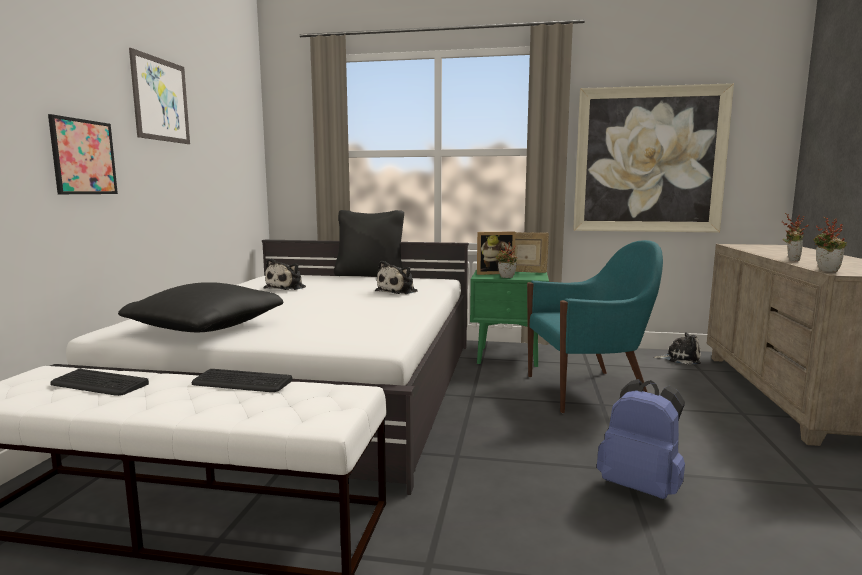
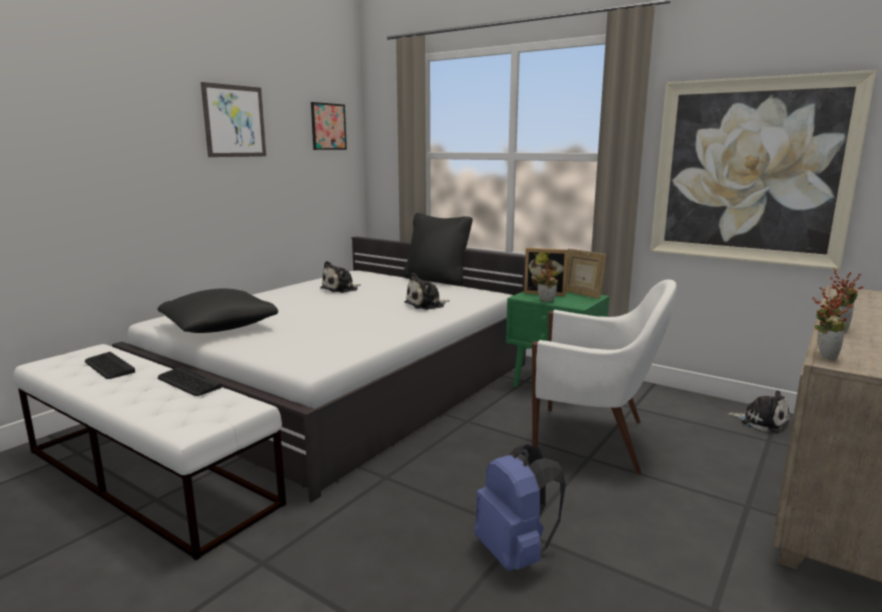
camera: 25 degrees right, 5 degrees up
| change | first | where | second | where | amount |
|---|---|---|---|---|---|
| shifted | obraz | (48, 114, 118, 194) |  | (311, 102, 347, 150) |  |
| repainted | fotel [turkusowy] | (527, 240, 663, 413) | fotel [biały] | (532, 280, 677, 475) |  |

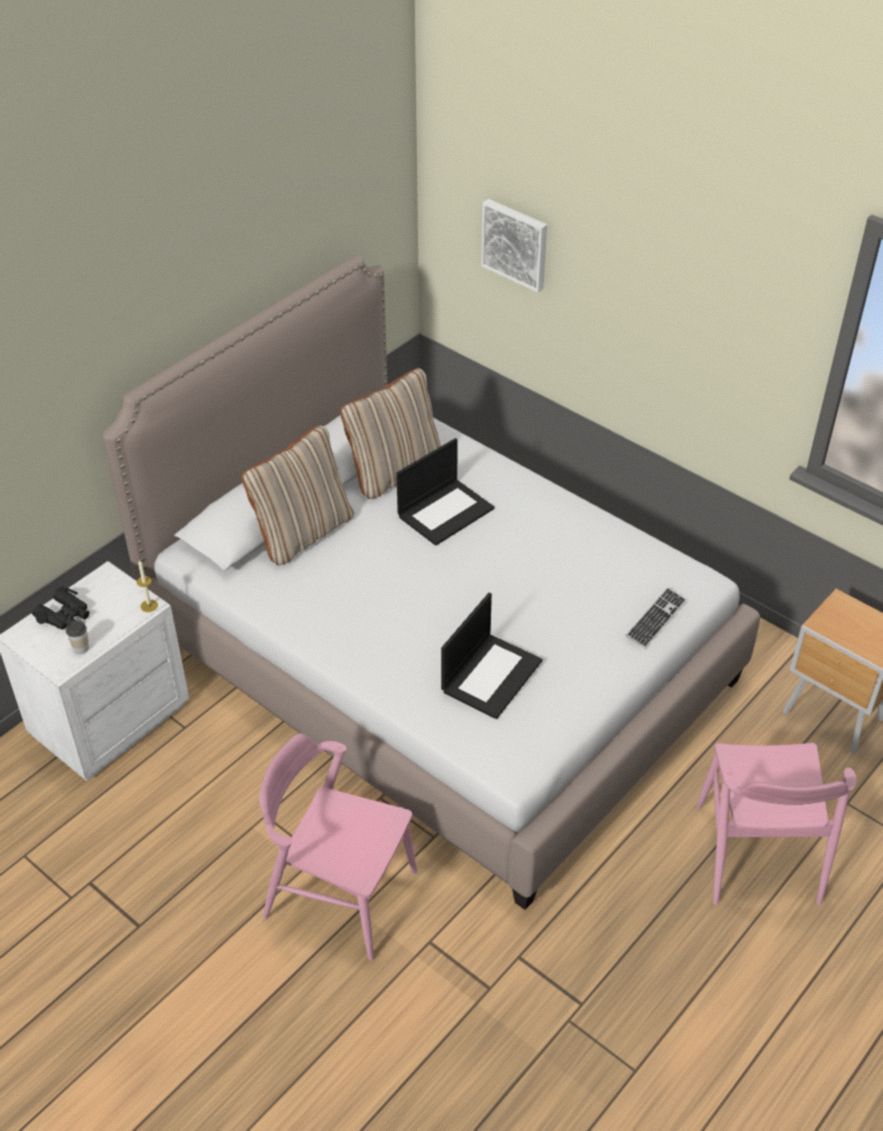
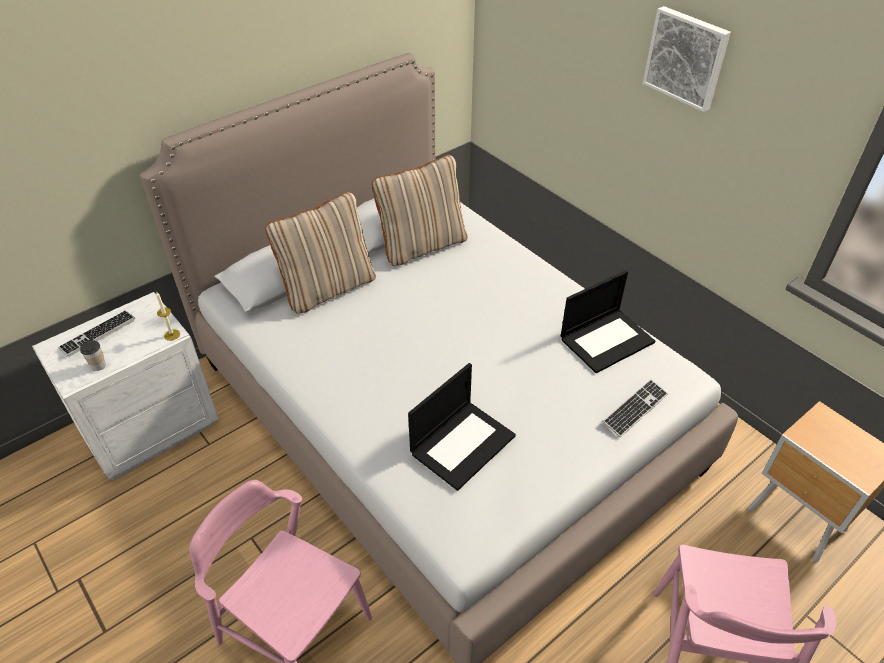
camera: 10 degrees right, 0 degrees up
| change | first | where | second | where | amount |
|---|---|---|---|---|---|
| swapped | lornetka [czarny] | (31, 586, 90, 629) | klawiatura | (58, 310, 135, 357) |  |
| shifted | laptop | (396, 438, 494, 546) |  | (561, 270, 655, 373) |  |
| shifted | obraz | (481, 199, 547, 293) |  | (643, 6, 731, 112) |  |

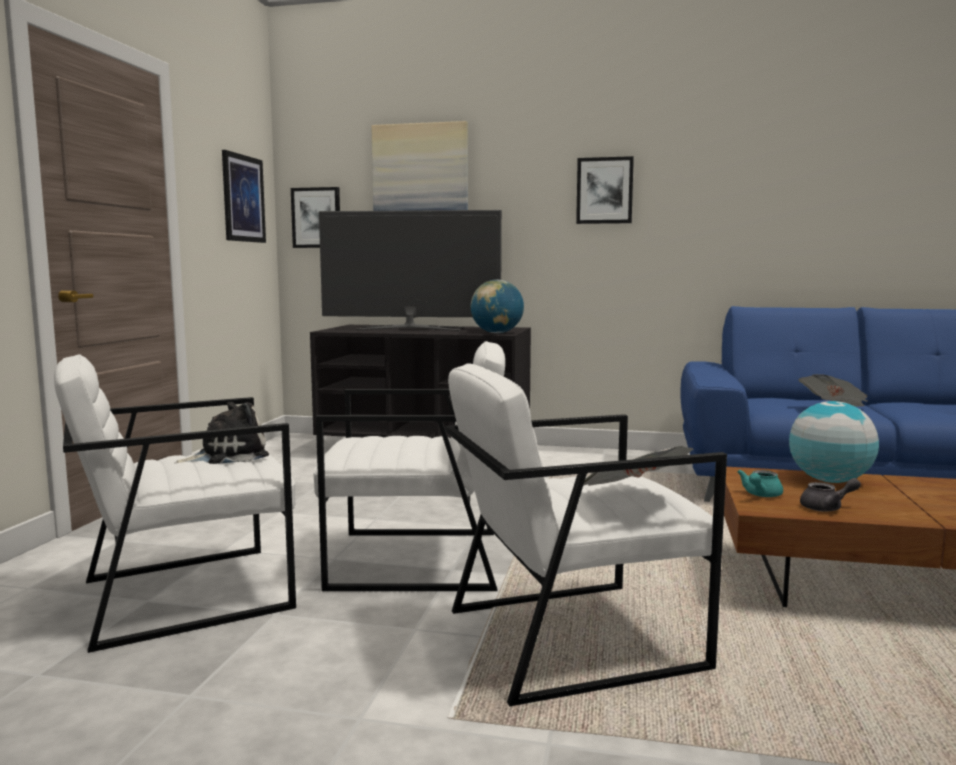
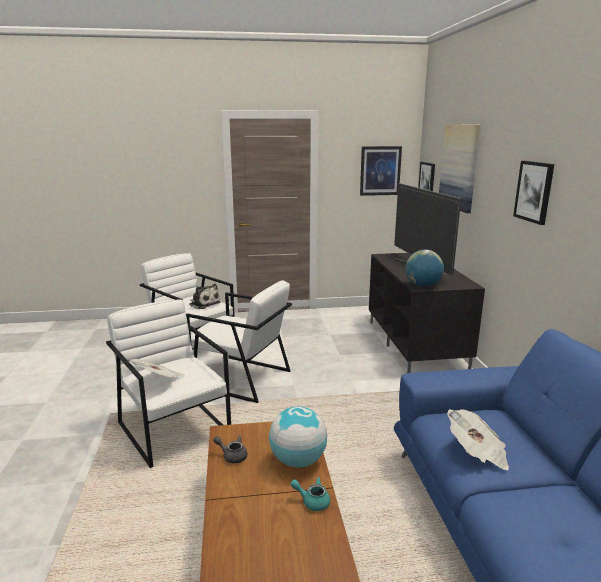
camera: 70 degrees right, 10 degrees up
| change | first | where | second | where | amount |
|---|---|---|---|---|---|
| rotated | fotel [biały] | (313, 341, 505, 591) |  | (186, 280, 292, 403) | 45 degrees counterclockwise |
| shifted | imbryk [turkusowy] | (737, 470, 783, 497) |  | (290, 477, 330, 511) |  |
| rotated | imbryk [szary] | (800, 478, 861, 512) |  | (213, 436, 247, 463) | 135 degrees clockwise |

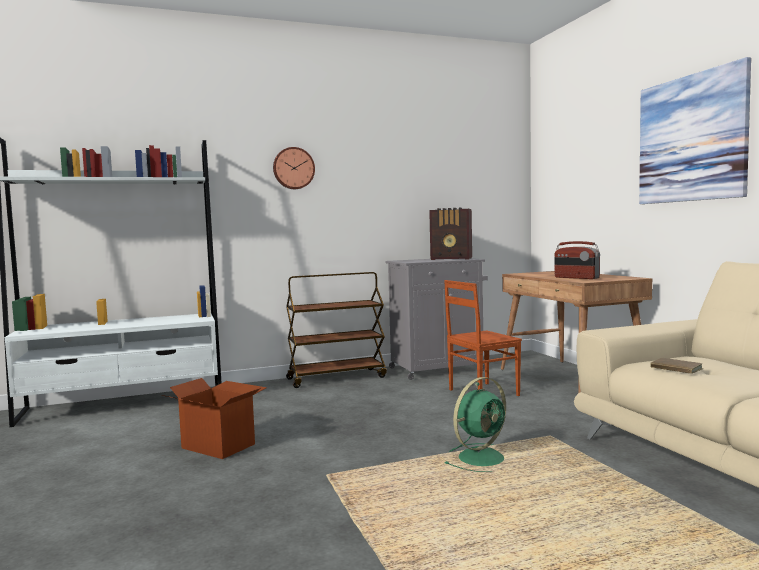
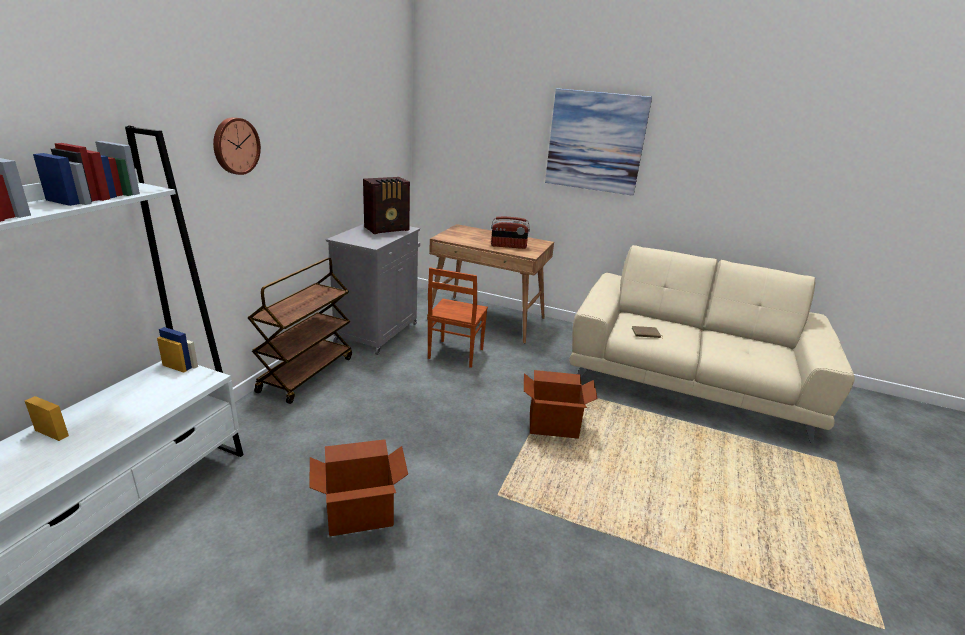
camera: 50 degrees left, 20 degrees up
| change | first | where | second | where | amount |
|---|---|---|---|---|---|
| swapped | wentylator [zielony] | (444, 377, 506, 472) | karton | (524, 370, 598, 439) |  |

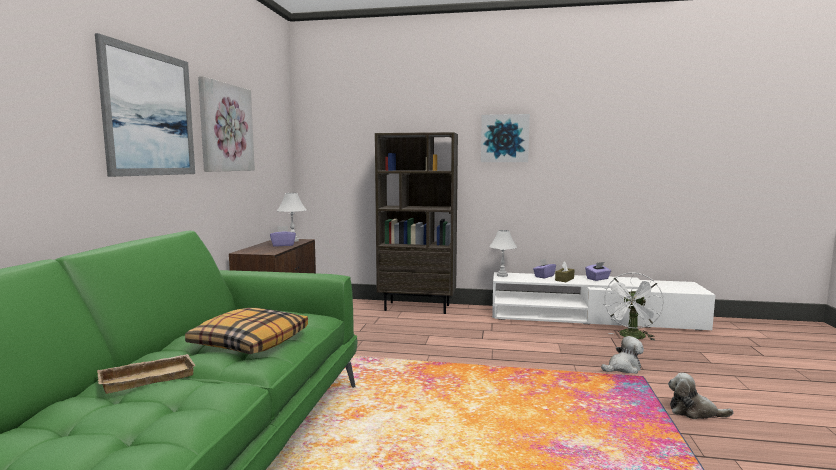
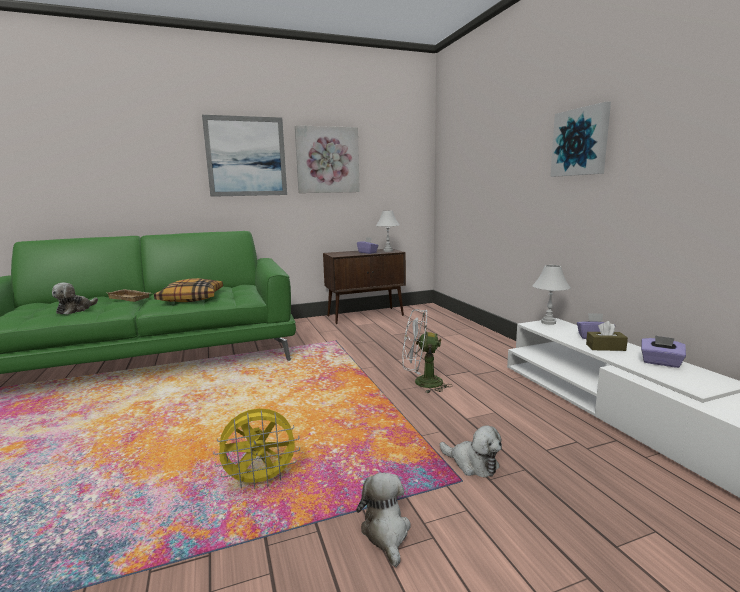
camera: 60 degrees right, 5 degrees up
| change | first | where | second | where | amount |
|---|---|---|---|---|---|
| gone | regał [brązowy] | (375, 132, 458, 314) |  |  |  |
| shifted | wentylator [biały] | (603, 273, 664, 341) |  | (402, 309, 452, 393) |  |
| new |  |  | pluszak | (52, 282, 98, 314) |  |
| new |  |  | wentylator [żółty] | (213, 408, 300, 489) |  |

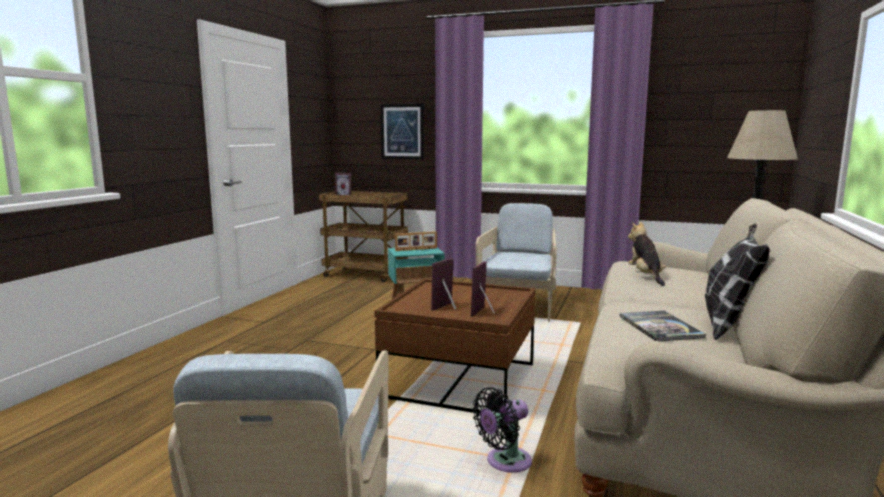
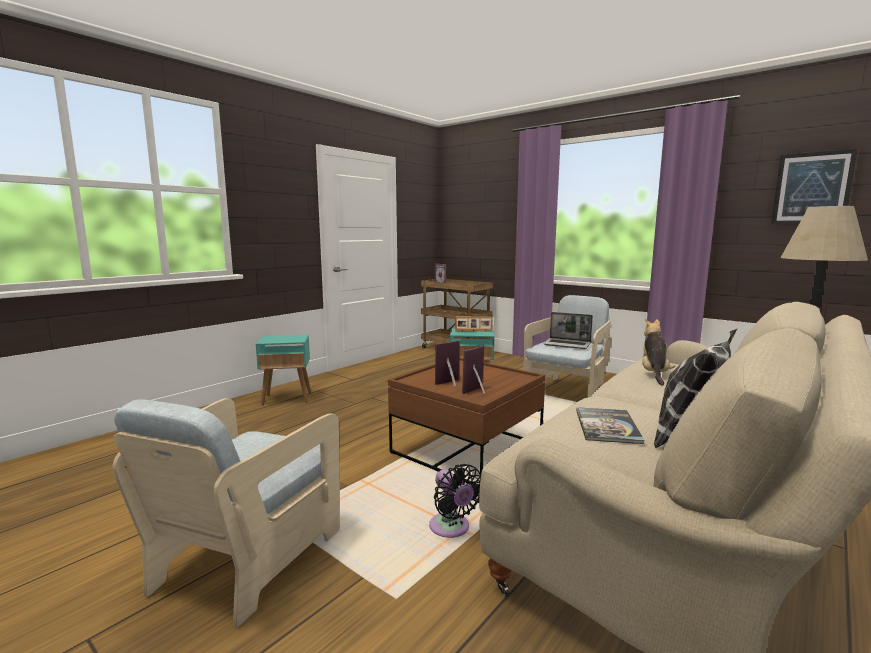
camera: 20 degrees right, 0 degrees up
| change | first | where | second | where | amount |
|---|---|---|---|---|---|
| shifted | obraz | (381, 104, 424, 159) |  | (772, 148, 858, 224) |  |
| rotated | wentylator [czarny] | (472, 387, 532, 473) |  | (429, 464, 481, 538) | 105 degrees counterclockwise |
| new |  |  | stolik [turkusowy] | (256, 335, 311, 405) |  |
| new |  |  | laptop | (543, 312, 593, 349) |  |

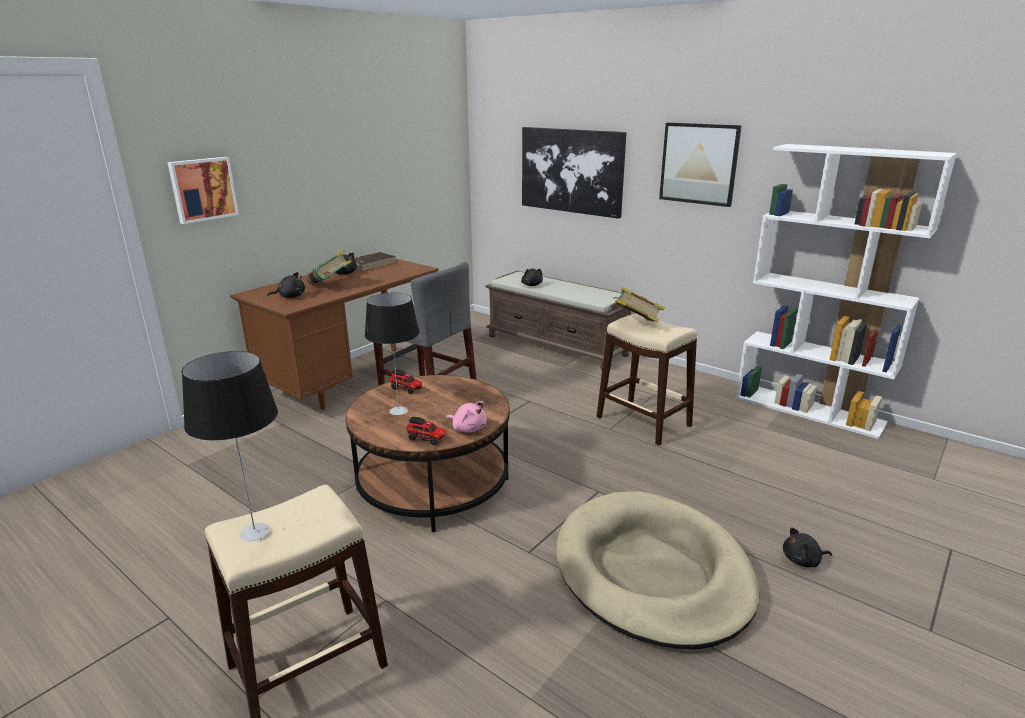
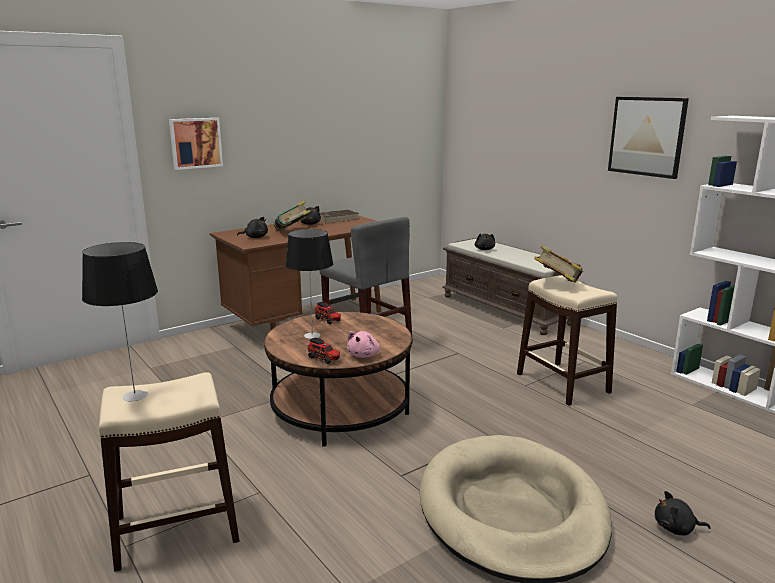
camera: 15 degrees right, 5 degrees down
| change | first | where | second | where | amount |
|---|---|---|---|---|---|
| rotated | pluszak [różowy] | (446, 401, 487, 433) |  | (347, 331, 380, 358) | 60 degrees clockwise |
| gone | obraz | (522, 127, 626, 219) |  |  |  |

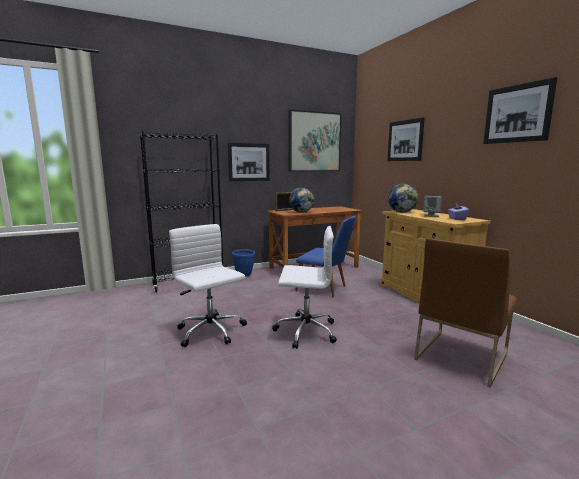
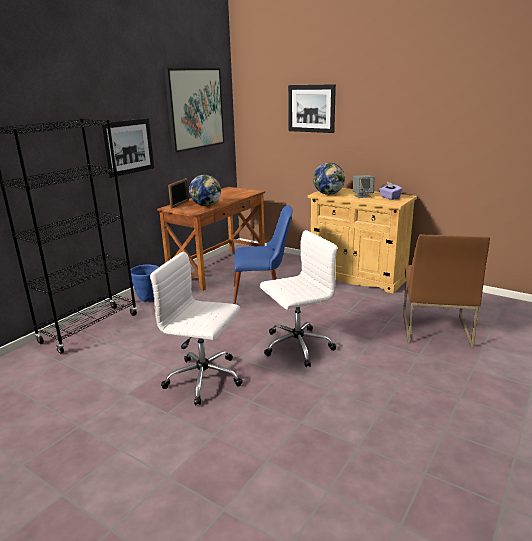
camera: 30 degrees left, 10 degrees up
| change | first | where | second | where | amount |
|---|---|---|---|---|---|
| gone | obraz | (483, 77, 557, 144) |  |  |  |

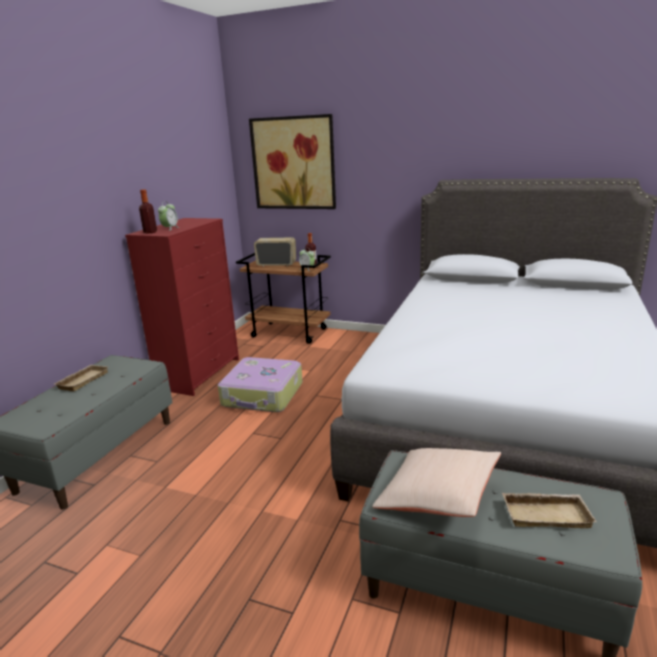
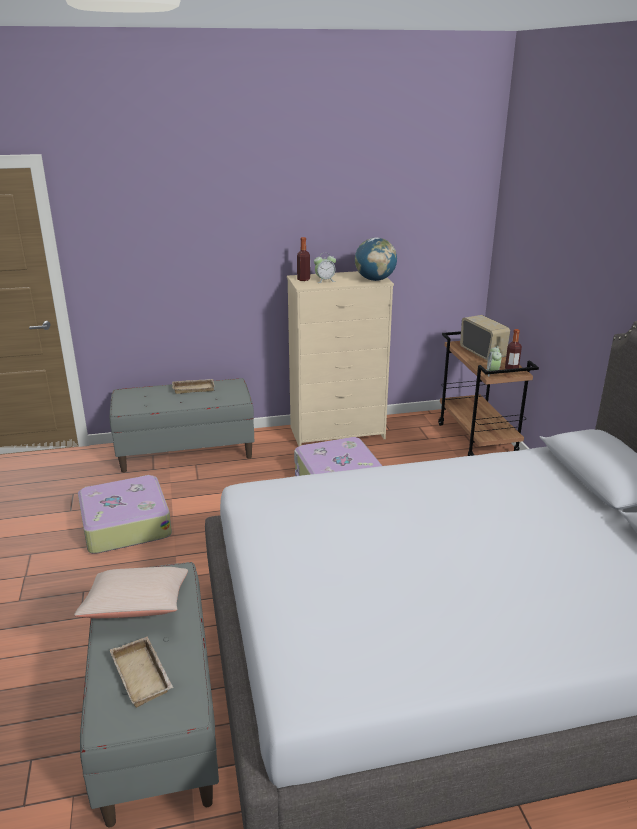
camera: 55 degrees right, 5 degrees up
| change | first | where | second | where | amount |
|---|---|---|---|---|---|
| repainted | komoda [czerwony] | (125, 218, 239, 396) | komoda [beżowy] | (287, 271, 394, 446) |  |
| gone | obraz | (249, 114, 336, 209) |  |  |  |
| new |  |  | walizka | (78, 475, 172, 553) |  |
| new |  |  | globus | (355, 238, 397, 281) |  |

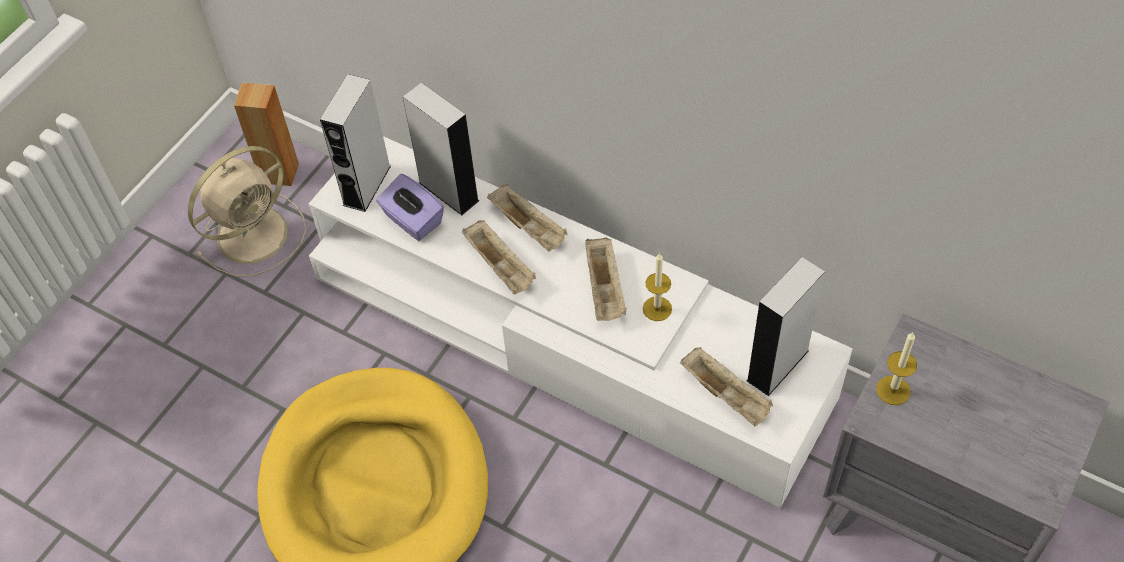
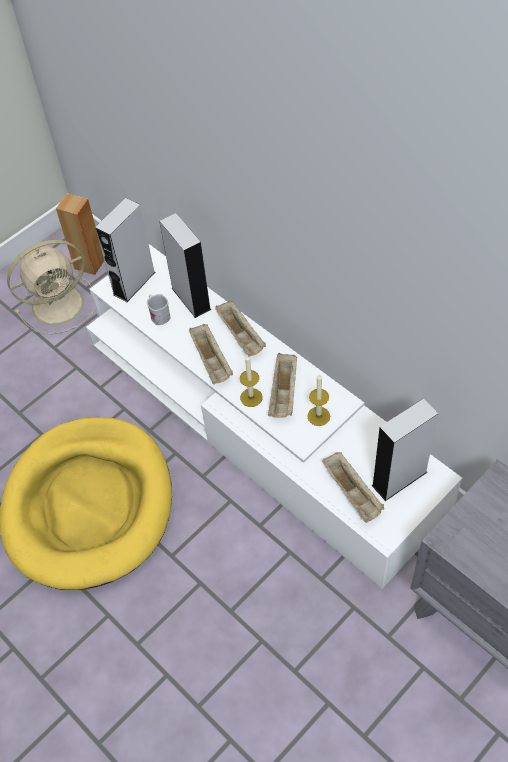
camera: 15 degrees right, 0 degrees up
| change | first | where | second | where | amount |
|---|---|---|---|---|---|
| swapped | pudełko chusteczek [fioletowy] | (376, 174, 444, 241) | kubek [biały] | (147, 294, 171, 325) |  |
| shifted | świeca | (876, 332, 917, 405) |  | (240, 355, 262, 407) |  |

